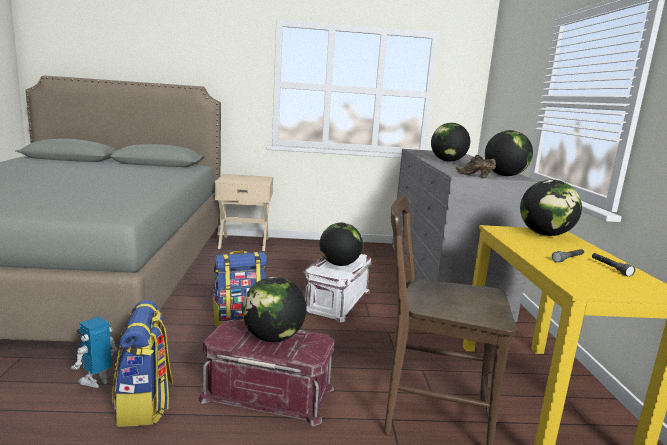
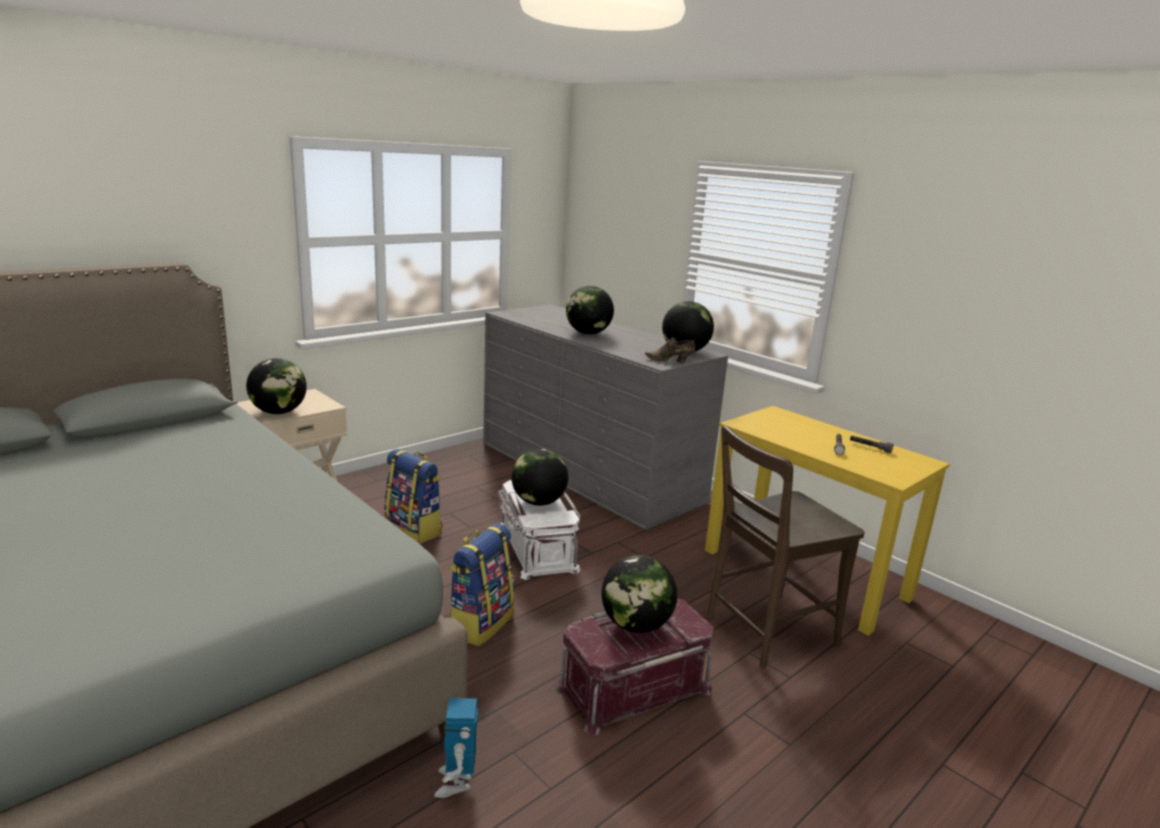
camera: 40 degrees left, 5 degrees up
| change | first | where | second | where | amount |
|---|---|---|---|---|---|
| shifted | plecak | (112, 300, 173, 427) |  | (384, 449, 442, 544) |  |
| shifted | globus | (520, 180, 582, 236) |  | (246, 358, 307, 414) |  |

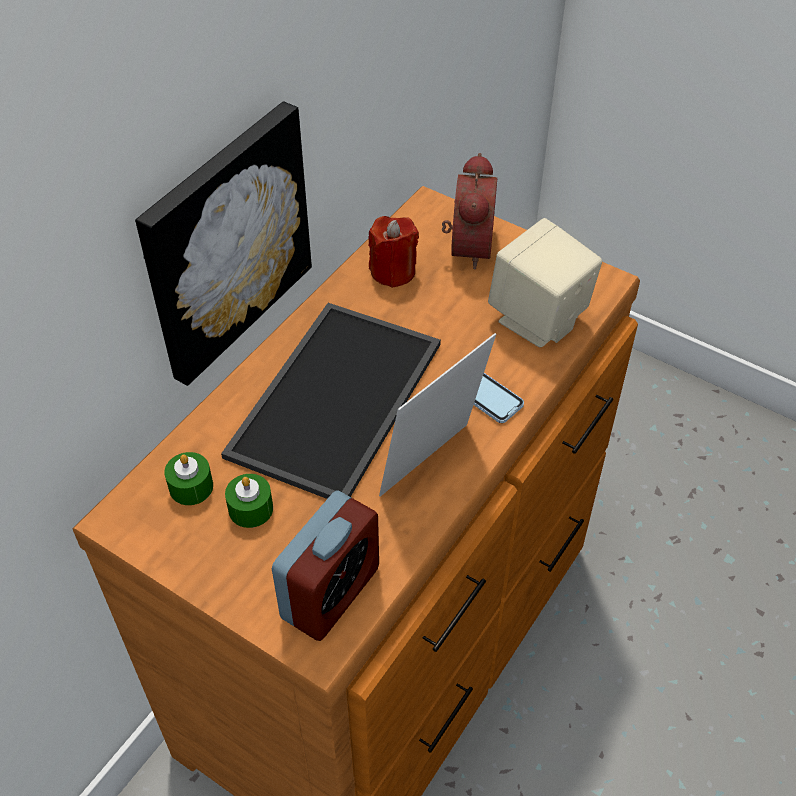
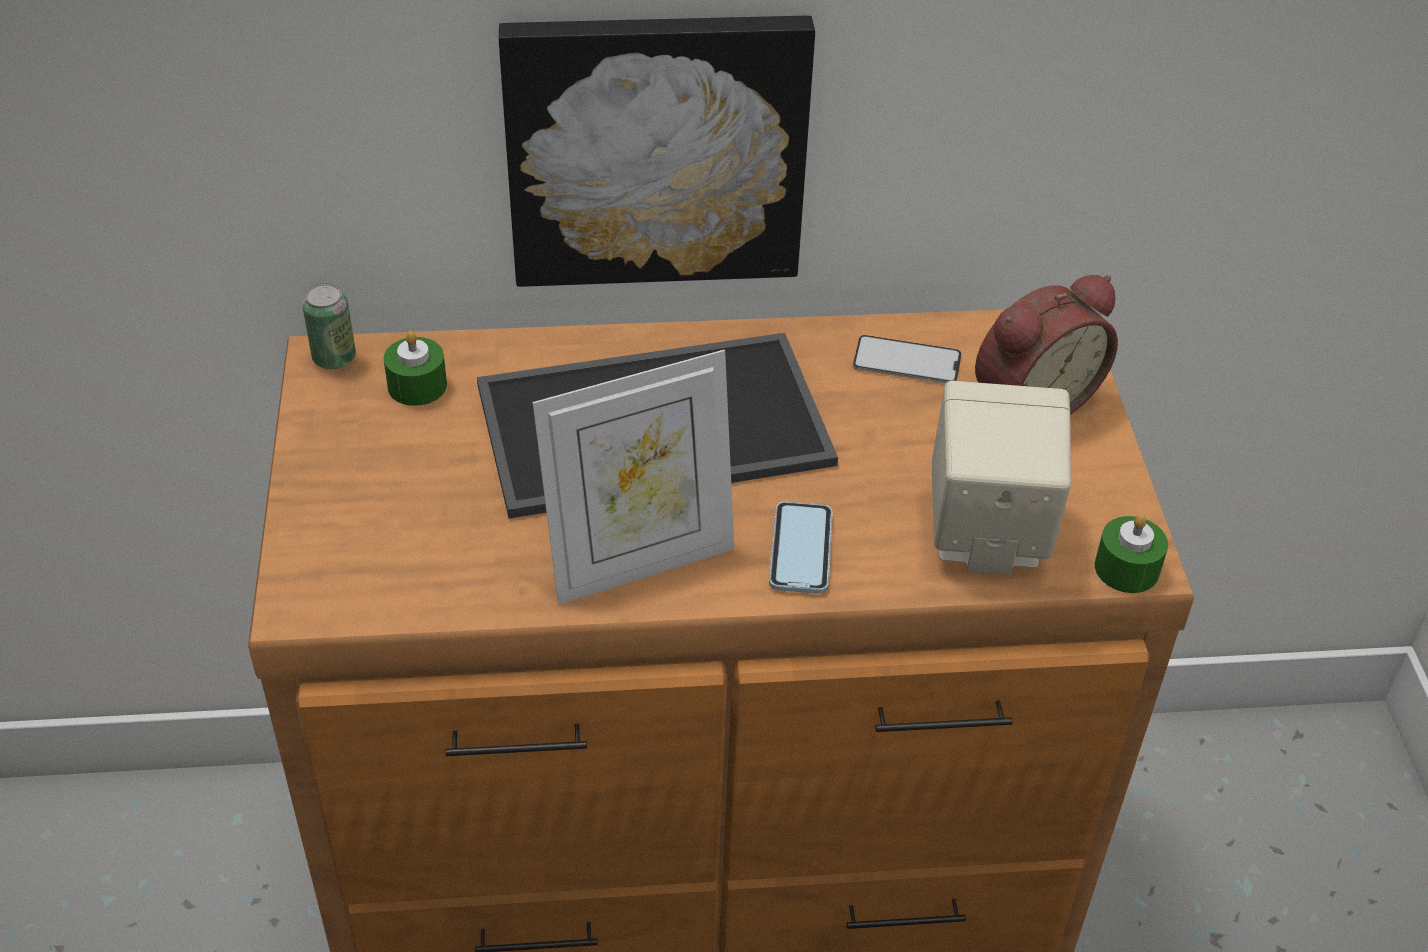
camera: 50 degrees right, 5 degrees down
| change | first | where | second | where | amount |
|---|---|---|---|---|---|
| shifted | świeca [zielony] | (225, 474, 273, 528) |  | (1095, 514, 1168, 593) |  |
| gone | budzik | (272, 491, 379, 641) |  |  |  |
| swapped | świeca [czerwony] | (368, 216, 419, 288) | telefon | (853, 335, 962, 384) |  |
| rotated | ramka na zdjęcie | (379, 333, 496, 497) |  | (533, 350, 734, 604) | 150 degrees clockwise |
| new |  |  | puszka | (302, 283, 356, 369) |  |

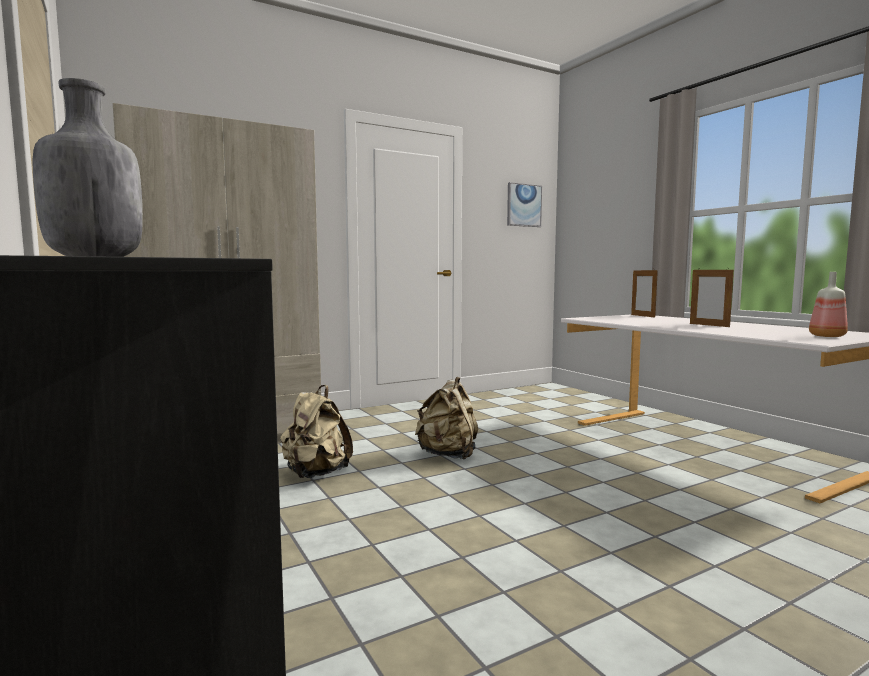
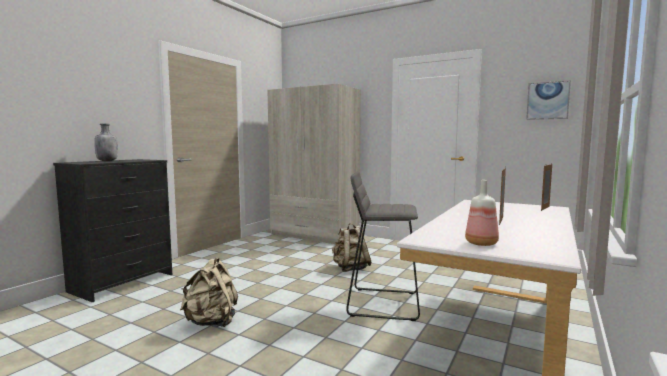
camera: 60 degrees right, 0 degrees up
| change | first | where | second | where | amount |
|---|---|---|---|---|---|
| shifted | plecak [beżowy] | (280, 385, 353, 478) |  | (180, 257, 238, 327) |  |
| new |  |  | stołek [szary] | (346, 171, 420, 321) |  |

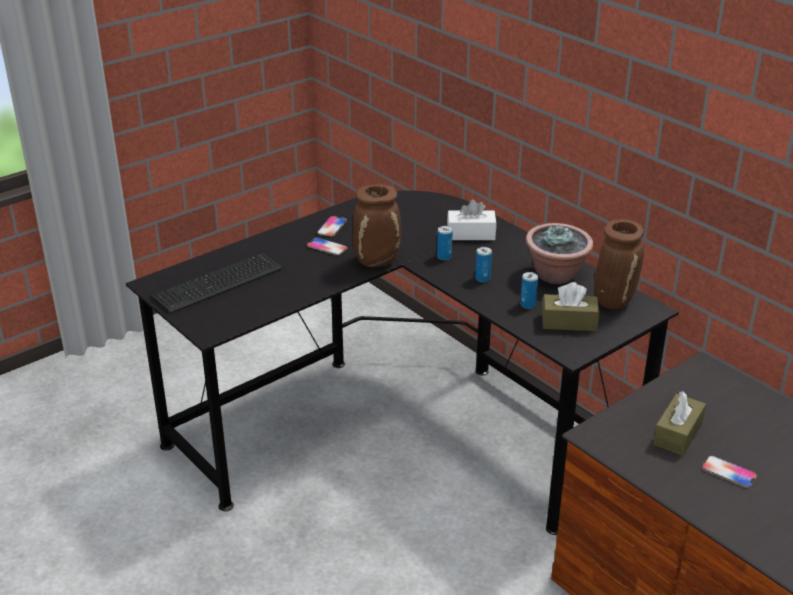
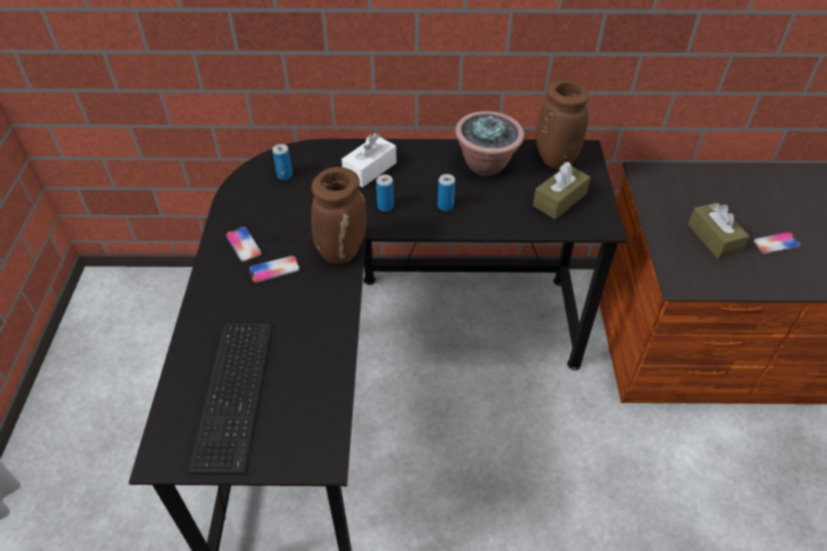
camera: 50 degrees left, 15 degrees up
| change | first | where | second | where | amount |
|---|---|---|---|---|---|
| shifted | puszka | (520, 272, 538, 309) |  | (272, 144, 292, 180) |  |

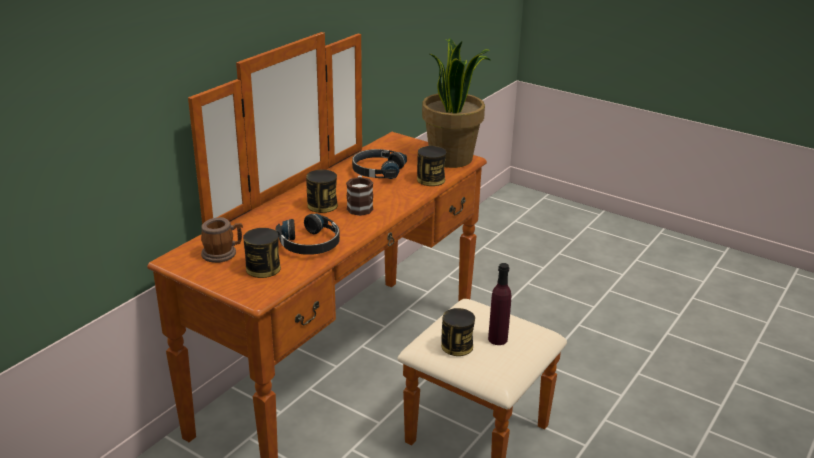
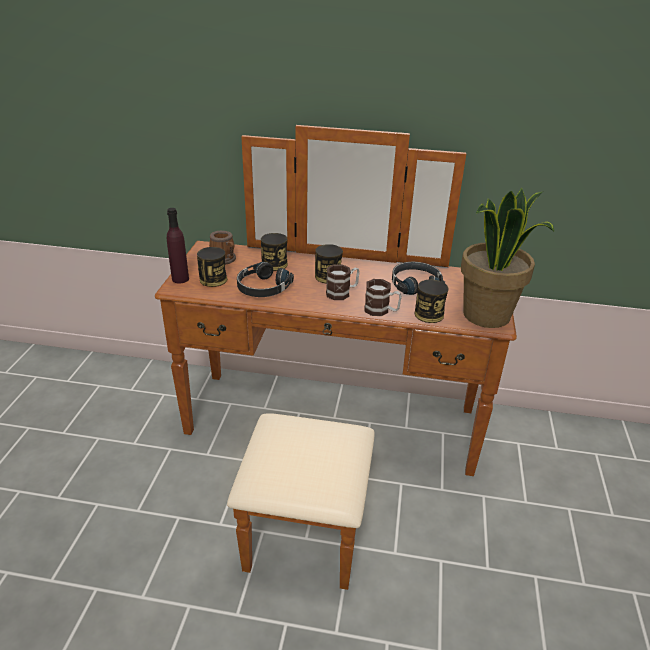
camera: 65 degrees right, 5 degrees up
| change | first | where | second | where | amount |
|---|---|---|---|---|---|
| shifted | puszka | (441, 308, 475, 356) |  | (261, 233, 288, 271) |  |
| shifted | butelka [fioletowy] | (488, 263, 511, 345) |  | (167, 208, 189, 284) |  |
| new |  |  | kubek | (365, 279, 402, 316) |  |

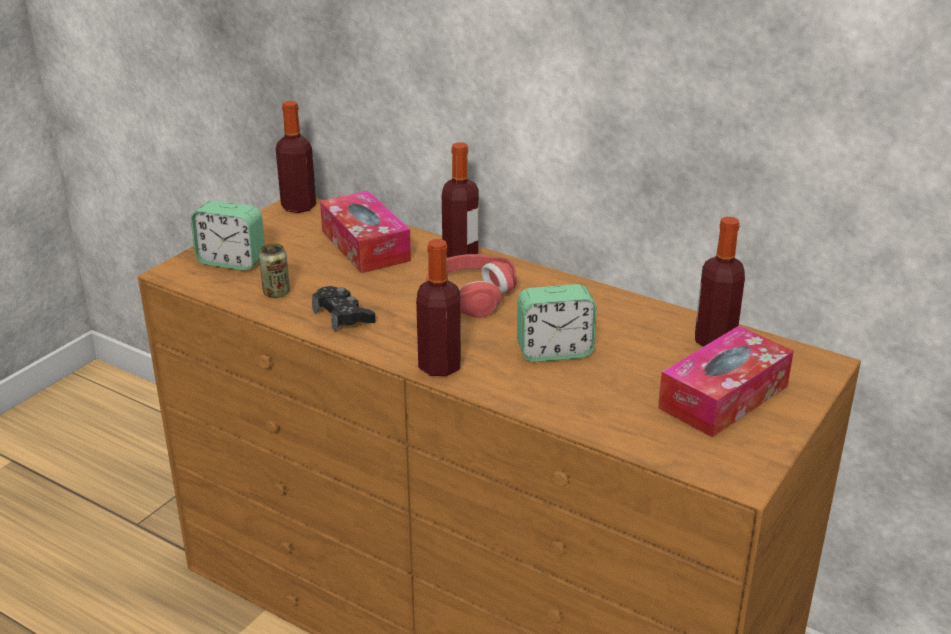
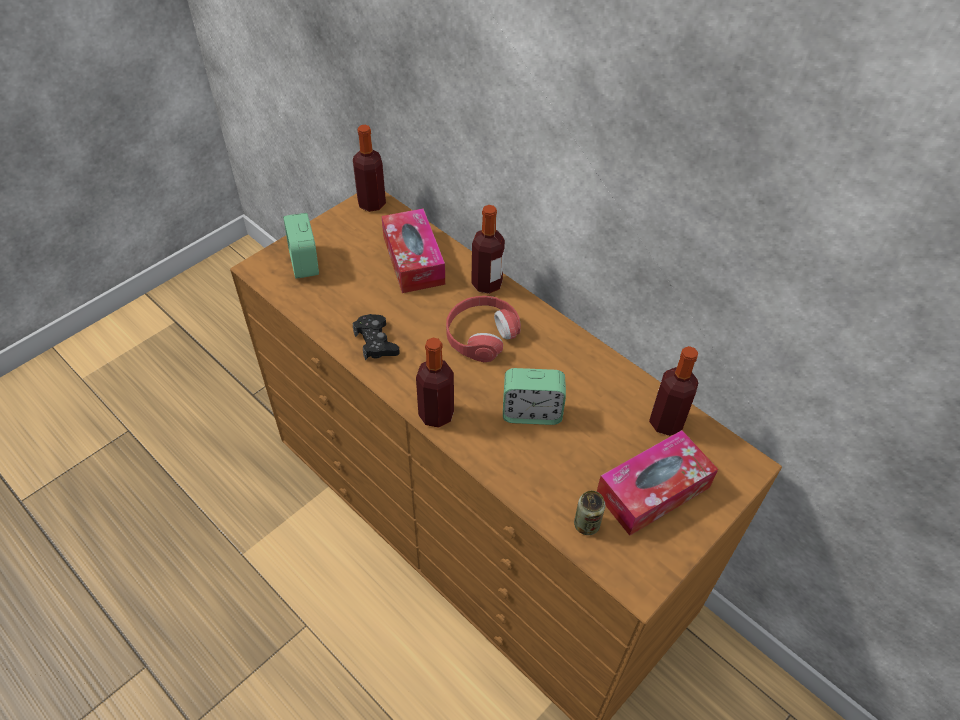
camera: 10 degrees right, 20 degrees up
| change | first | where | second | where | amount |
|---|---|---|---|---|---|
| rotated | budzik | (191, 201, 265, 271) |  | (283, 213, 319, 279) | 45 degrees clockwise |
| shifted | puszka | (259, 243, 290, 298) |  | (574, 491, 605, 535) |  |

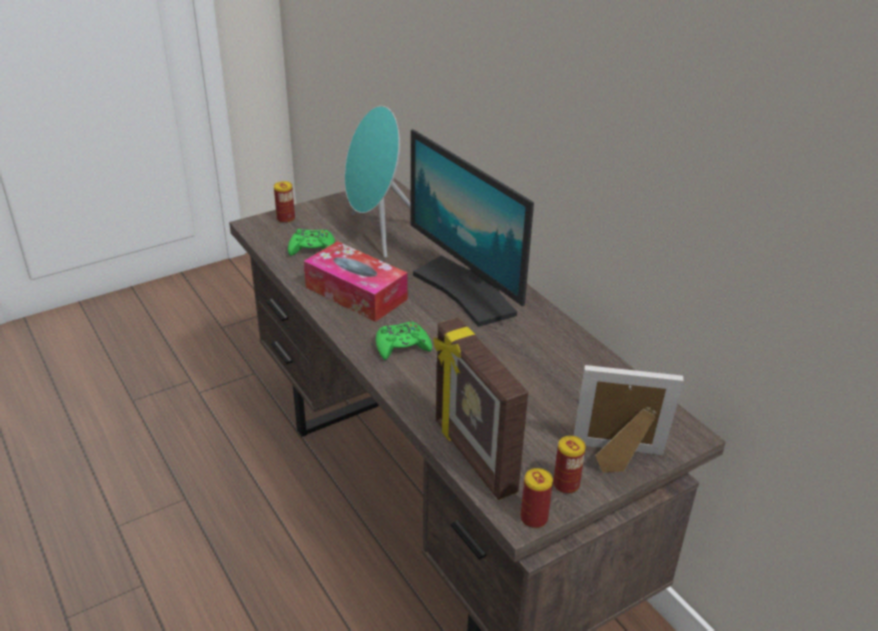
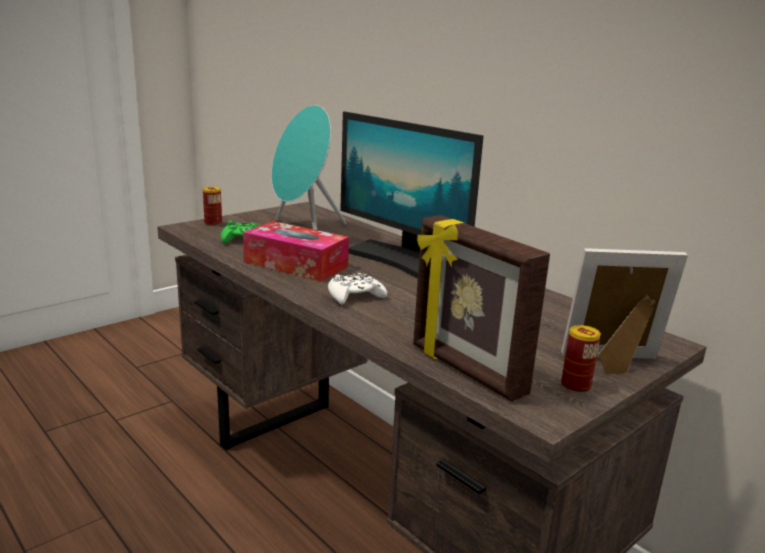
camera: 10 degrees left, 15 degrees down
| change | first | where | second | where | amount |
|---|---|---|---|---|---|
| repainted | pad do gier [zielony] | (376, 321, 432, 360) | pad do gier [biały] | (328, 273, 387, 304) |  |
| gone | puszka | (521, 468, 553, 528) |  |  |  |

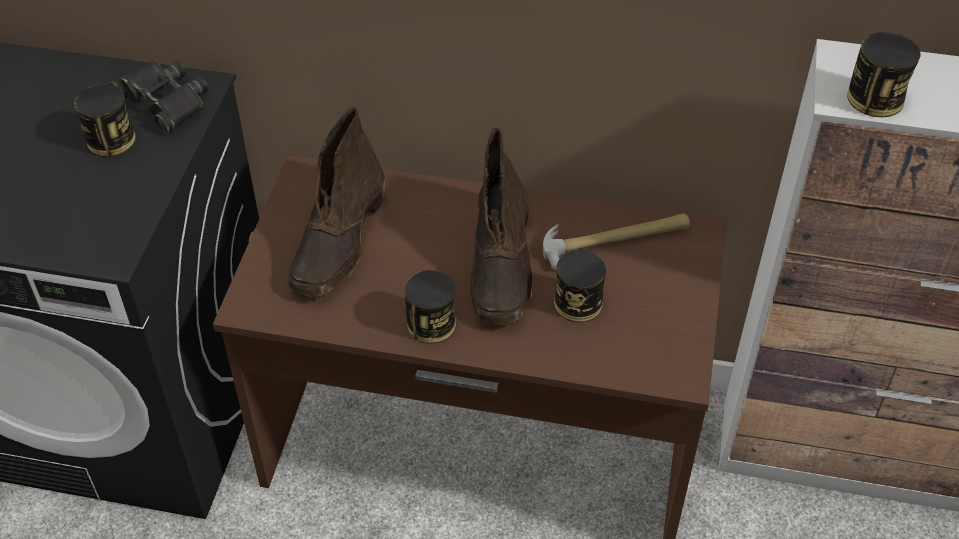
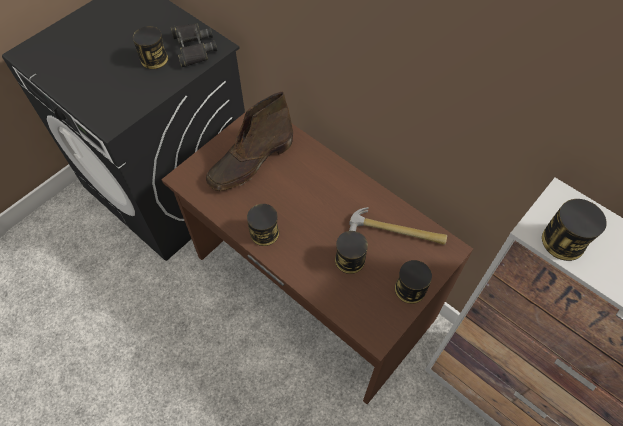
camera: 30 degrees right, 10 degrees up
| change | first | where | second | where | amount |
|---|---|---|---|---|---|
| gone | but z cholewką [brązowy] | (470, 127, 533, 326) |  |  |  |
| new |  |  | puszka | (395, 260, 432, 304) |  |

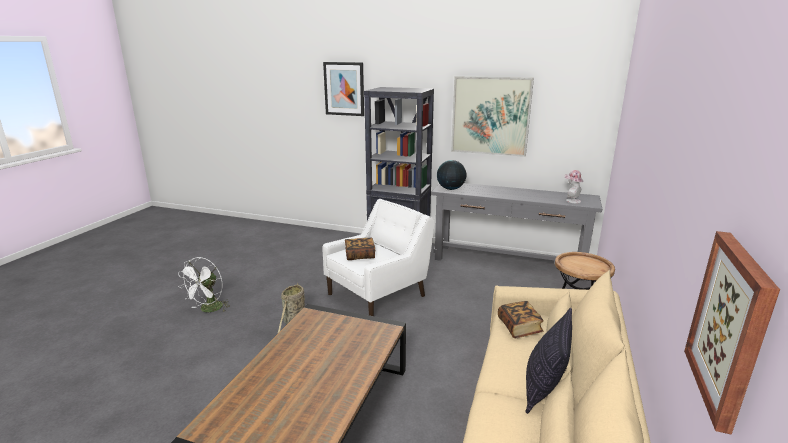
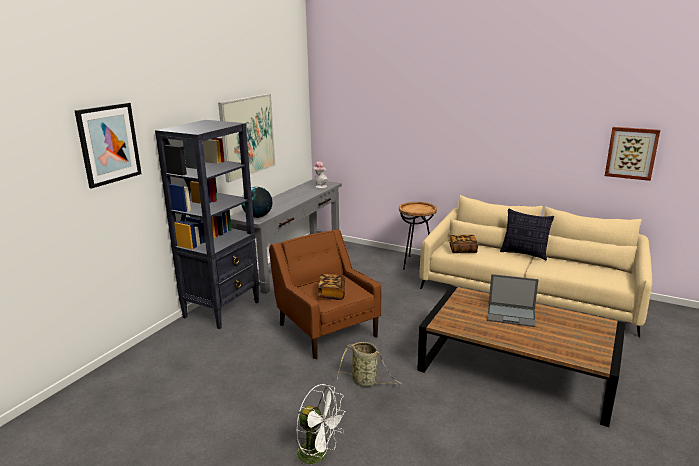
camera: 80 degrees left, 0 degrees up
| change | first | where | second | where | amount |
|---|---|---|---|---|---|
| repainted | fotel [biały] | (322, 199, 435, 316) | fotel [brązowy] | (269, 229, 381, 359) |  |
| new |  |  | laptop | (487, 274, 539, 327) |  |

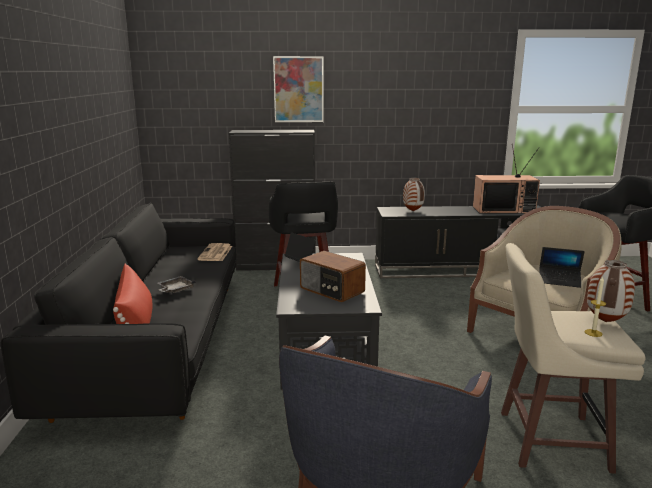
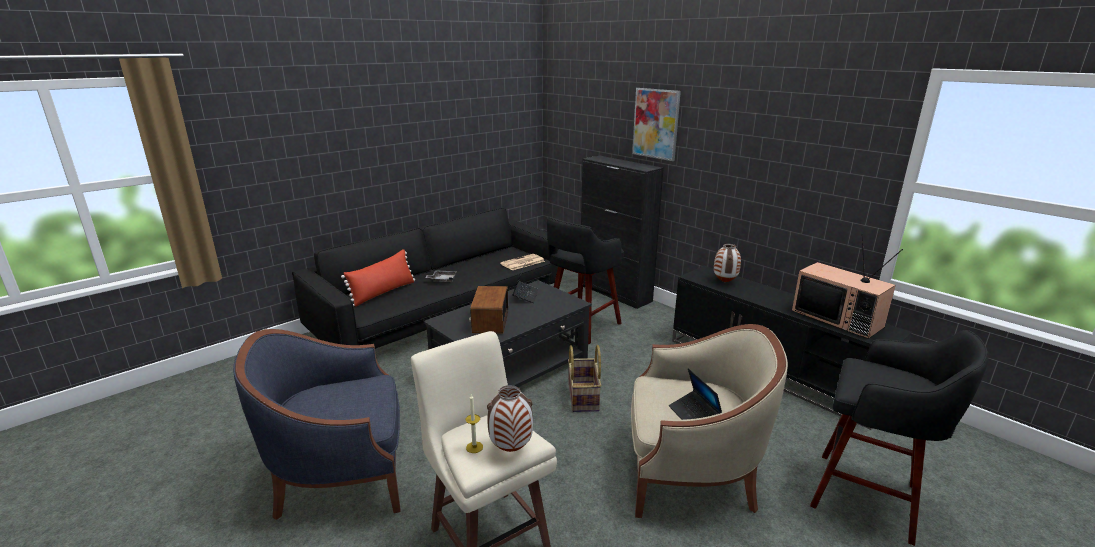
camera: 50 degrees right, 5 degrees up
| change | first | where | second | where | amount |
|---|---|---|---|---|---|
| new |  |  | koszyk | (568, 345, 602, 412) |  |

